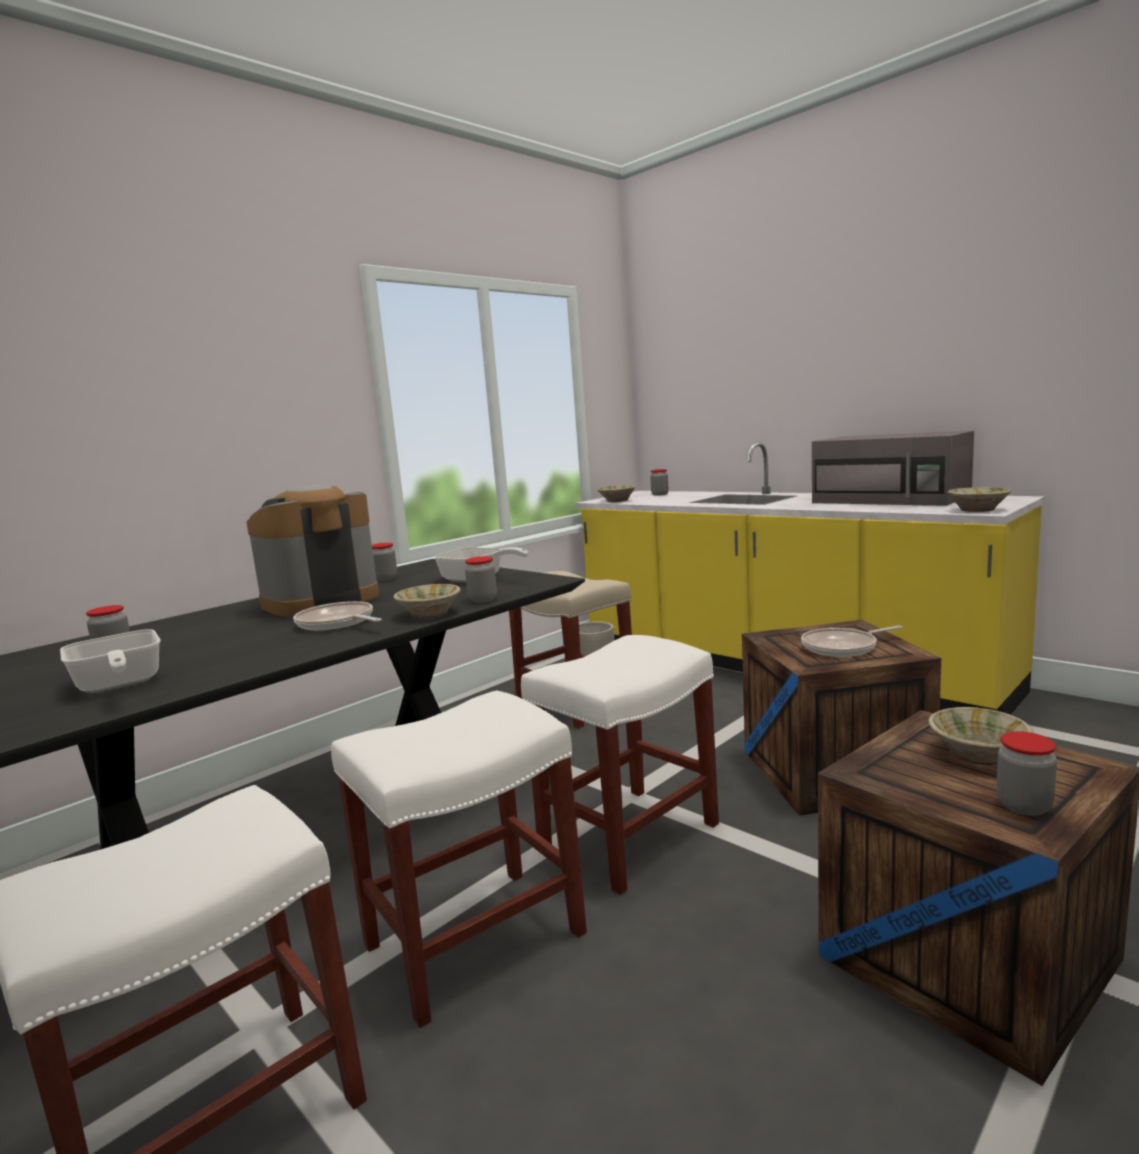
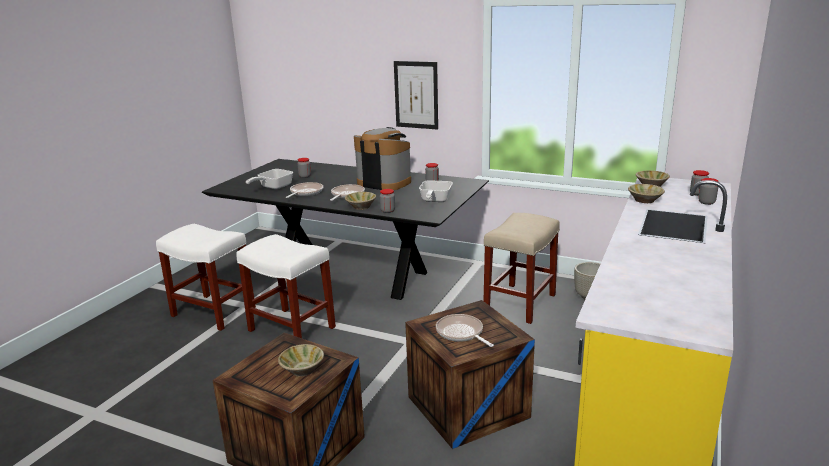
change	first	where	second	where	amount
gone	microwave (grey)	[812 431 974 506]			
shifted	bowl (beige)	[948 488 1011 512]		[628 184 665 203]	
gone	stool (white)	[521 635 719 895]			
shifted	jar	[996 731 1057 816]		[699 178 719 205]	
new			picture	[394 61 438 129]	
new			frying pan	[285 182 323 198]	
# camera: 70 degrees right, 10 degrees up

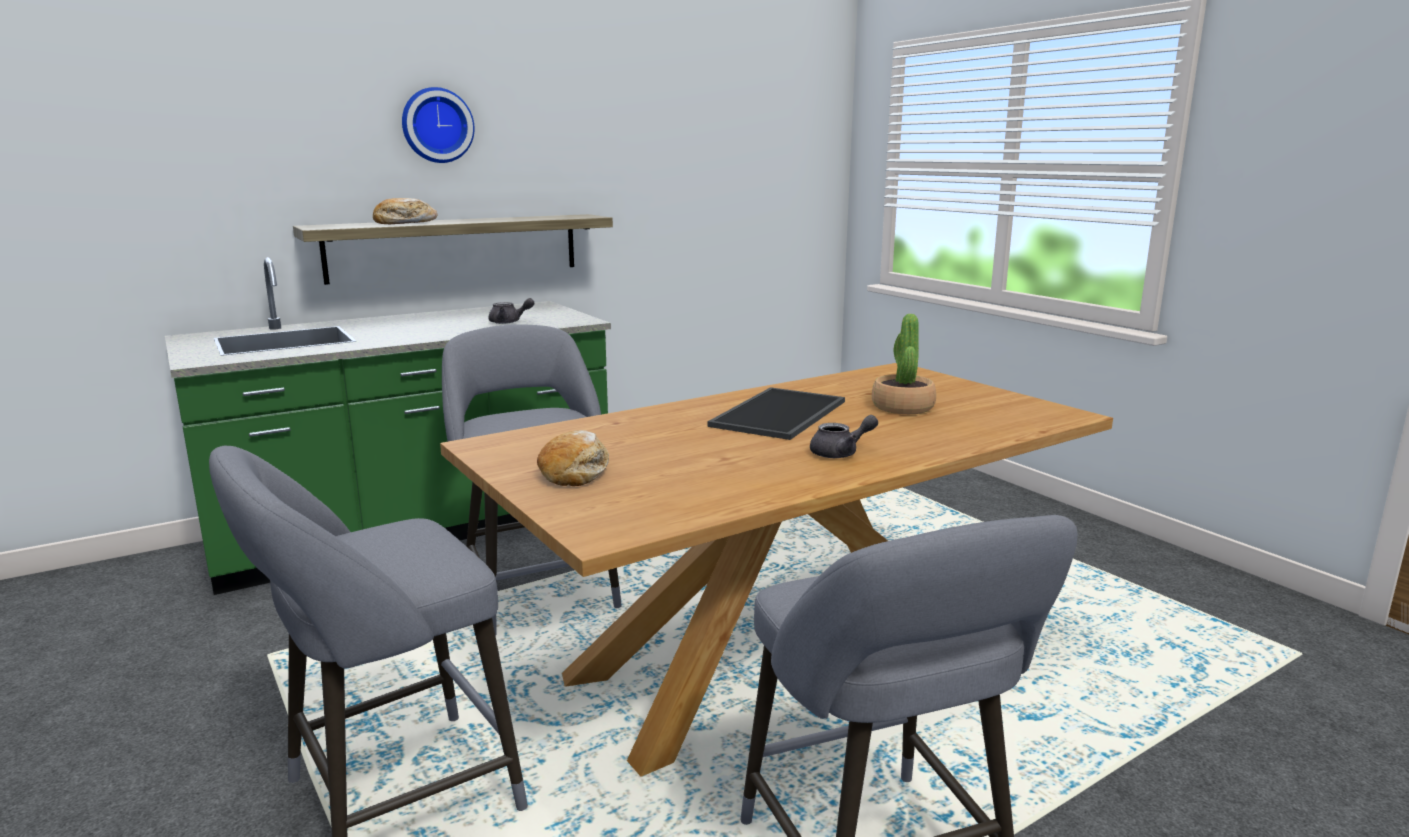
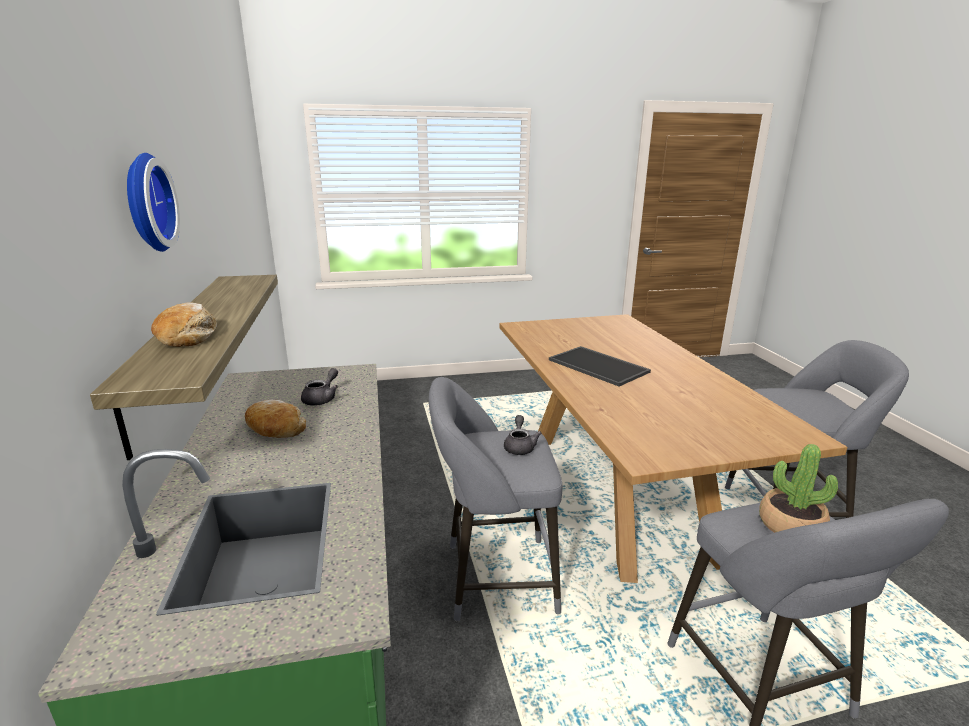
change	first	where	second	where	amount
shifted	potted plant	[872 314 936 414]		[759 444 838 533]	
shifted	teapot (grey)	[810 415 878 458]		[504 415 542 455]	
shifted	bread	[537 430 609 486]		[245 399 306 438]	
# camera: 70 degrees left, 5 degrees up

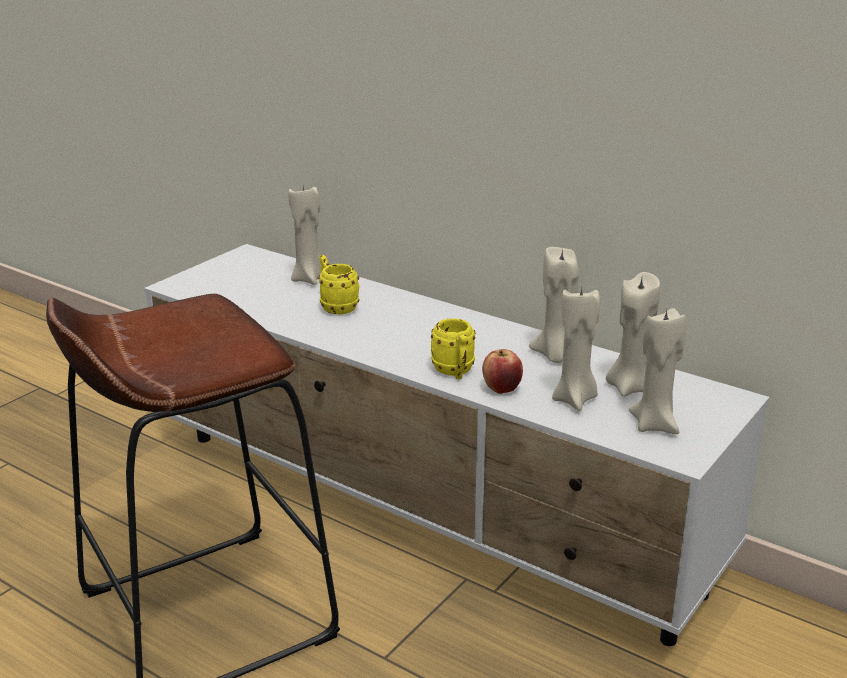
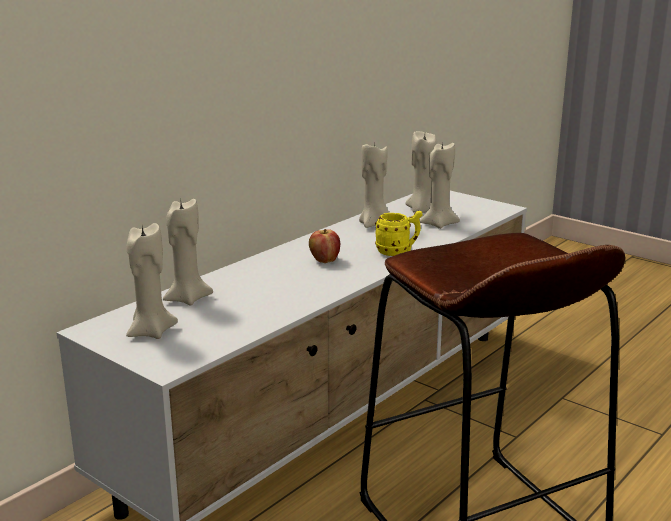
change	first	where	second	where	amount
gone	mug (yellow)	[318 255 359 314]			
shifted	candle (beige)	[629 308 686 434]		[126 223 178 339]	
shifted	apple	[482 349 523 394]		[309 229 340 263]	
# camera: 85 degrees left, 5 degrees down

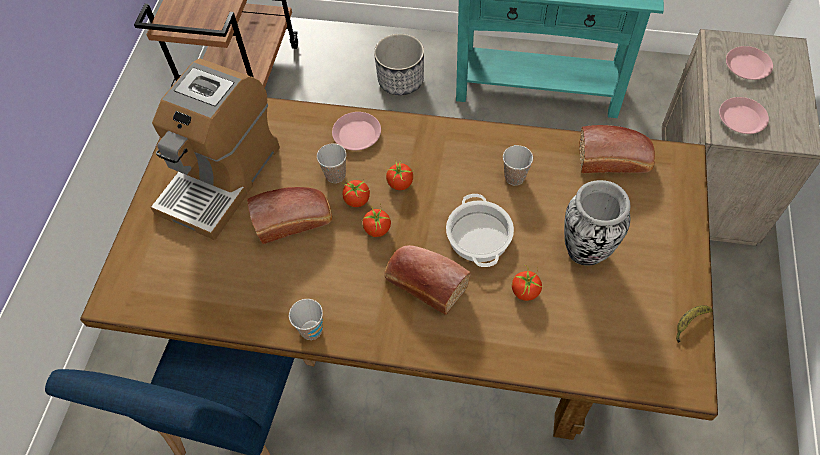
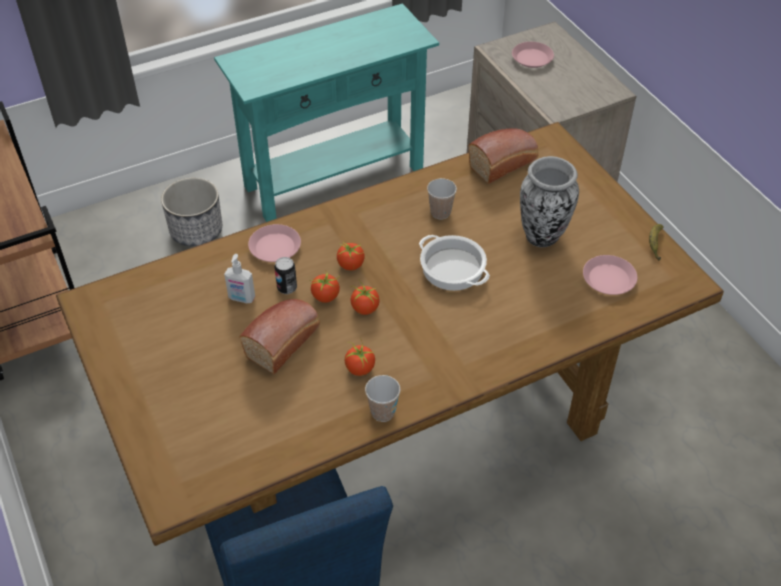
change	first	where	second	where	amount
gone	coffee machine	[150 59 280 240]			
shifted	plate (pink)	[719 97 769 134]		[583 255 637 295]	
swapped	cup	[317 143 347 183]	can	[275 257 297 294]	
gone	bread	[385 245 471 315]			
shifted	tomato	[512 265 542 301]		[345 340 375 376]	
new			soap dispenser	[224 254 255 303]	
# camera: 40 degrees left, 10 degrees down

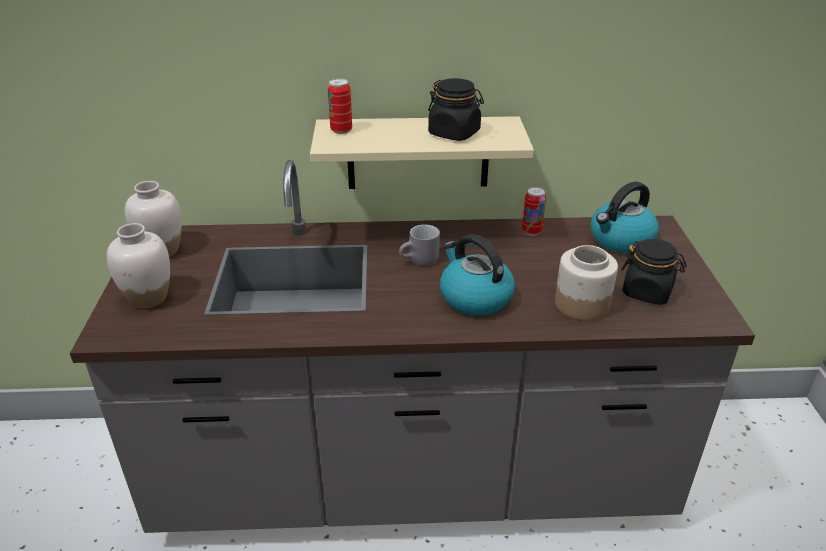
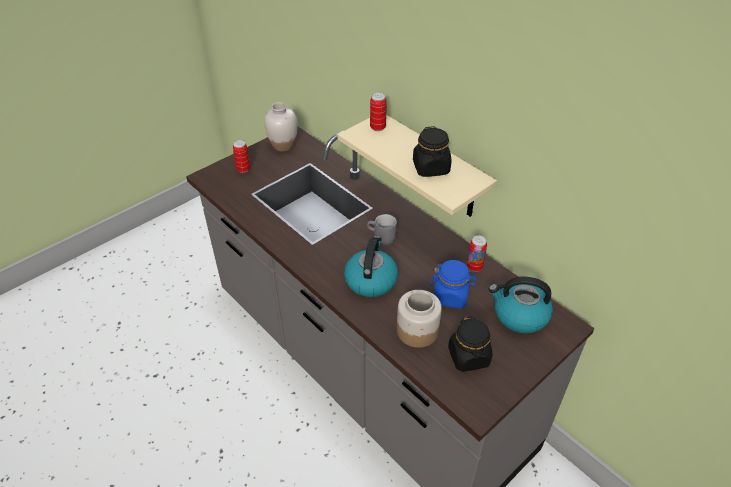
change	first	where	second	where	amount
swapped	vase (white)	[107 223 170 309]	can	[233 140 250 173]	
new			jar (blue)	[430 260 477 309]	
# camera: 50 degrees right, 10 degrees up

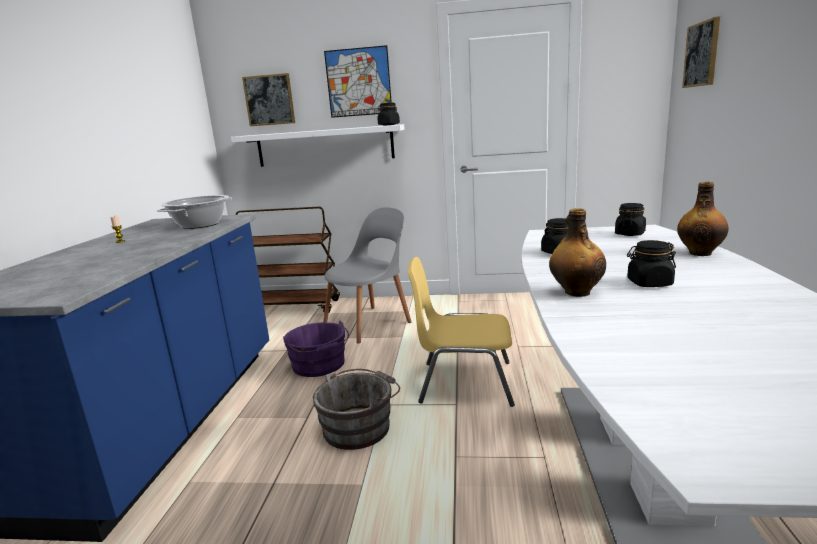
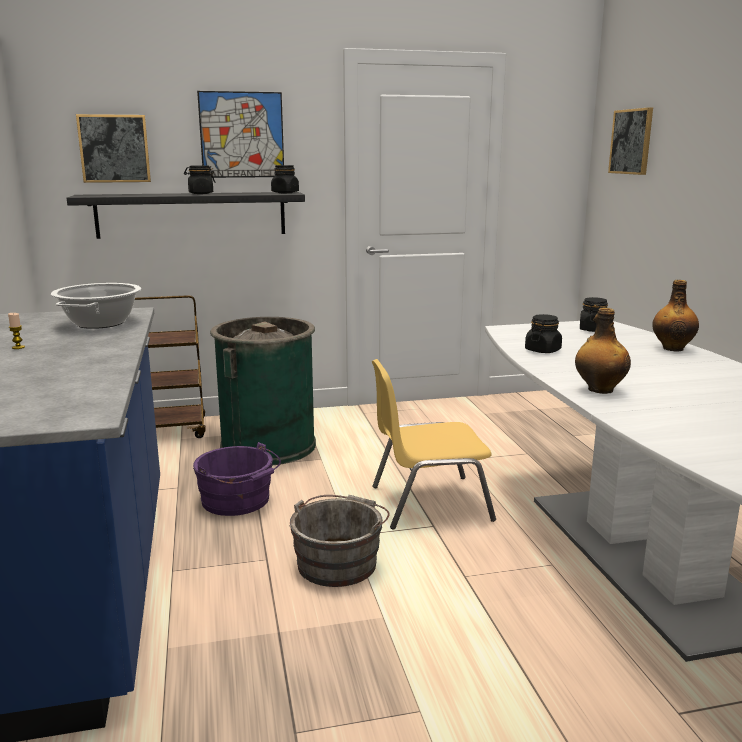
change	first	where	second	where	amount
repainted	shelf (white)	[231 124 405 167]	shelf (black)	[67 192 305 239]	
swapped	chair (grey)	[323 207 412 344]	trash can (green)	[210 317 316 465]	
shifted	jar (black)	[627 240 676 287]		[184 165 216 194]	
# camera: 20 degrees left, 0 degrees up

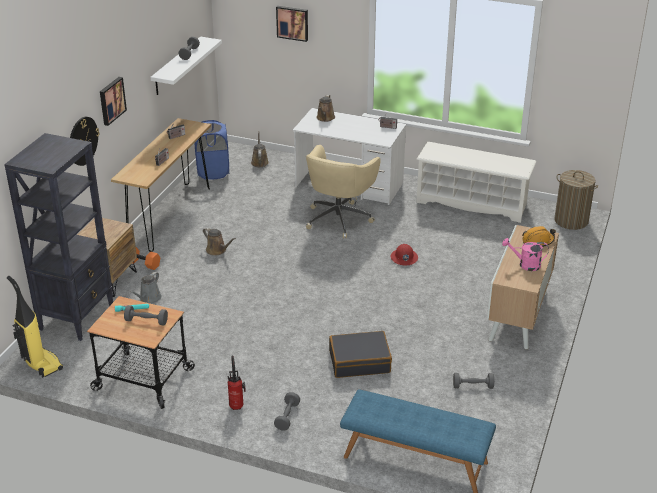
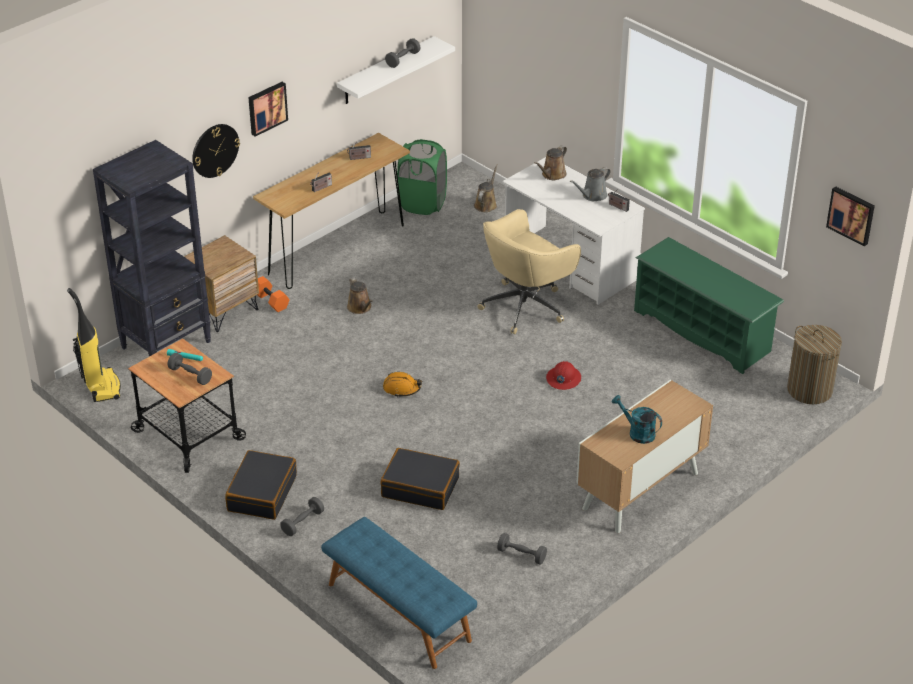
change	first	where	second	where	amount
shifted	picture	[276 6 308 42]		[826 187 875 246]	
repainted	laundry basket (blue)	[194 120 229 180]	laundry basket (green)	[397 139 447 215]	
repainted	shoe rack (white)	[416 142 537 223]	shoe rack (green)	[634 237 784 374]	
shifted	hard hat (orange)	[522 226 556 247]		[383 372 422 397]	
repainted	watering can (pink)	[502 238 549 271]	watering can (turquoise)	[612 395 662 444]	
shifted	watering can (grey)	[130 272 162 304]		[570 167 611 201]	
swapped	fire extinguisher	[228 355 246 410]	suitcase (black)	[225 450 297 520]	
# camera: 25 degrees right, 5 degrees up

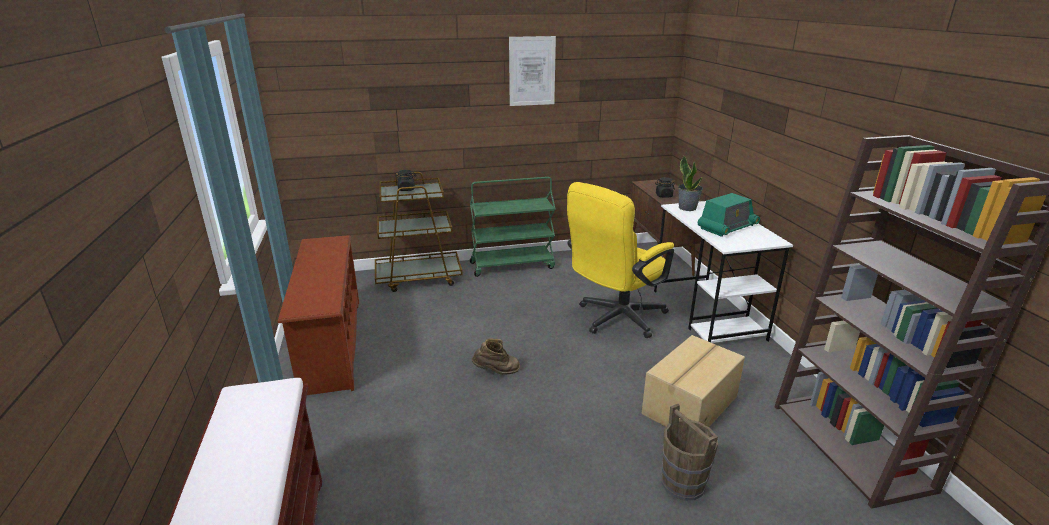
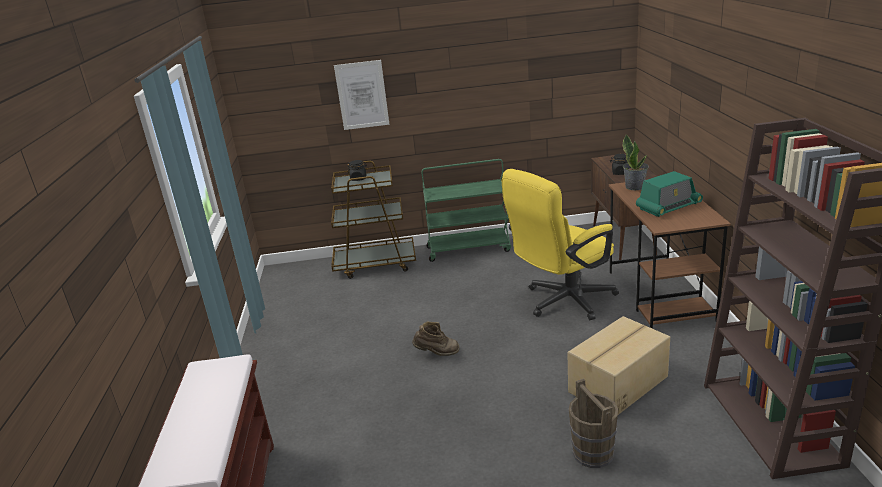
change	first	where	second	where	amount
shifted	picture	[509 36 556 106]		[334 60 390 130]	
repainted	desk (white)	[654 201 793 343]	desk (brown)	[609 179 731 329]	
gone	shoe rack (brown)	[278 235 359 395]			
# camera: 10 degrees right, 0 degrees up

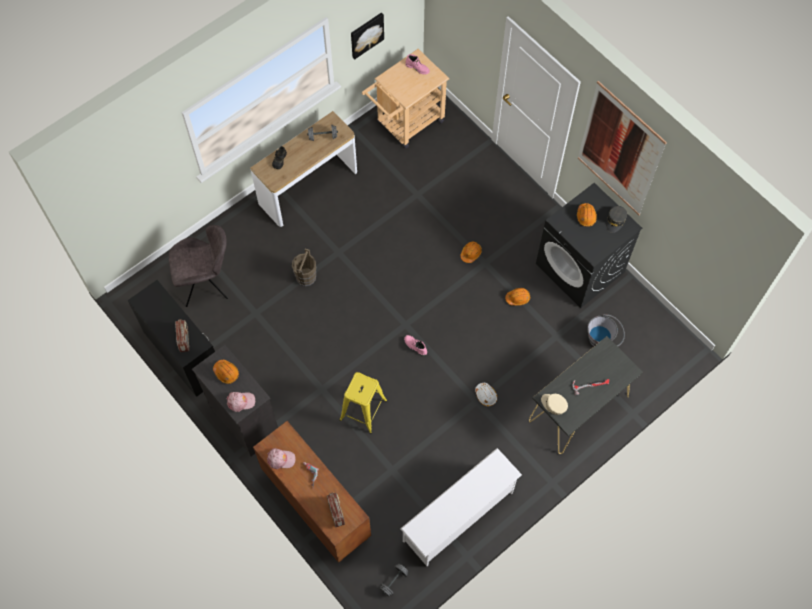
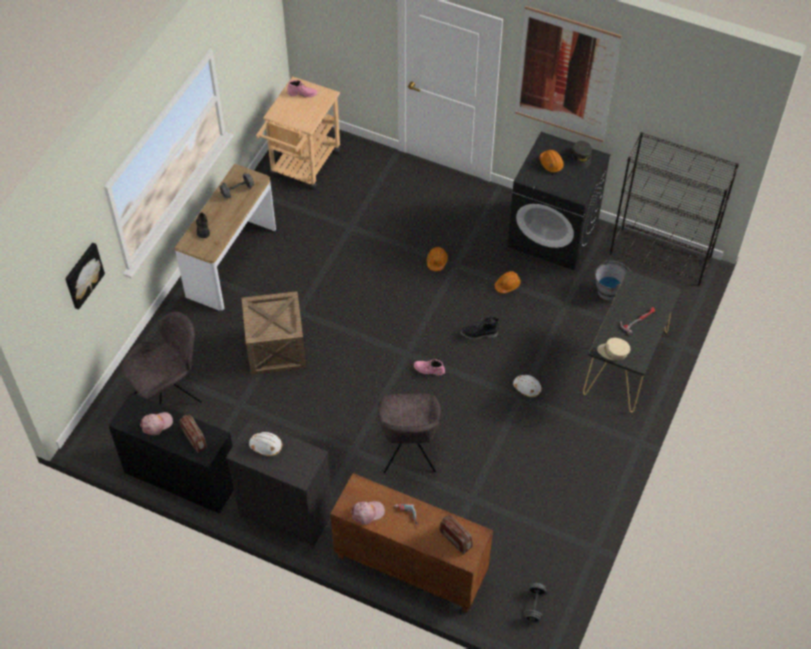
change	first	where	second	where	amount
shifted	picture	[351 13 384 59]		[65 242 105 310]	
swapped	bucket (brown)	[292 249 316 286]	crate	[242 291 306 375]	
repainted	hard hat (orange)	[213 360 239 384]	hard hat (white)	[249 432 282 456]	
swapped	stool (yellow)	[339 372 387 434]	chair (grey)	[378 393 441 473]	
shifted	cap (pink)	[226 392 255 412]		[140 412 173 436]	
gone	shoe rack (white)	[400 448 522 566]			
new			bookcase (black)	[610 132 739 285]	
new			boot (black)	[461 317 499 340]	
# camera: 25 degrees left, 10 degrees down

